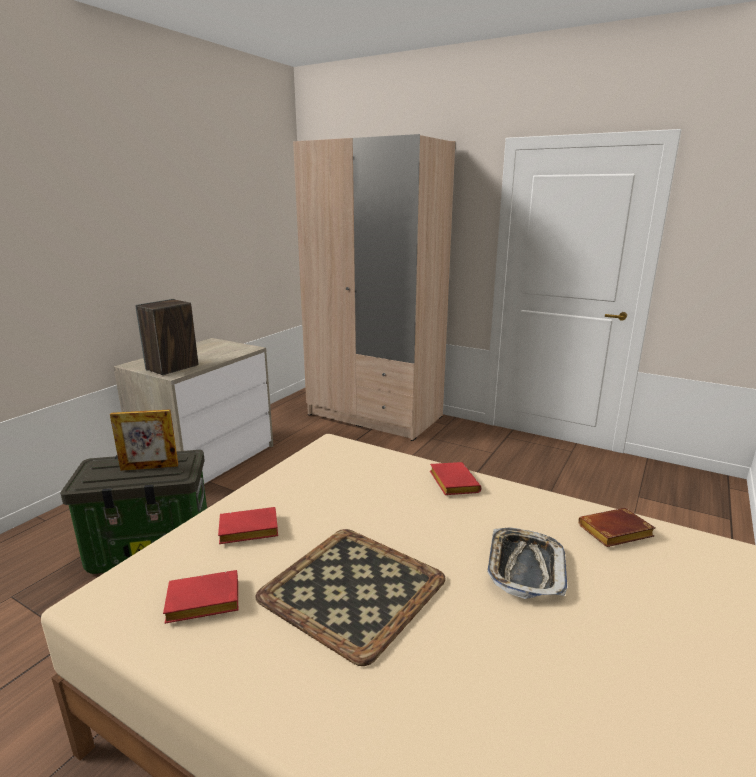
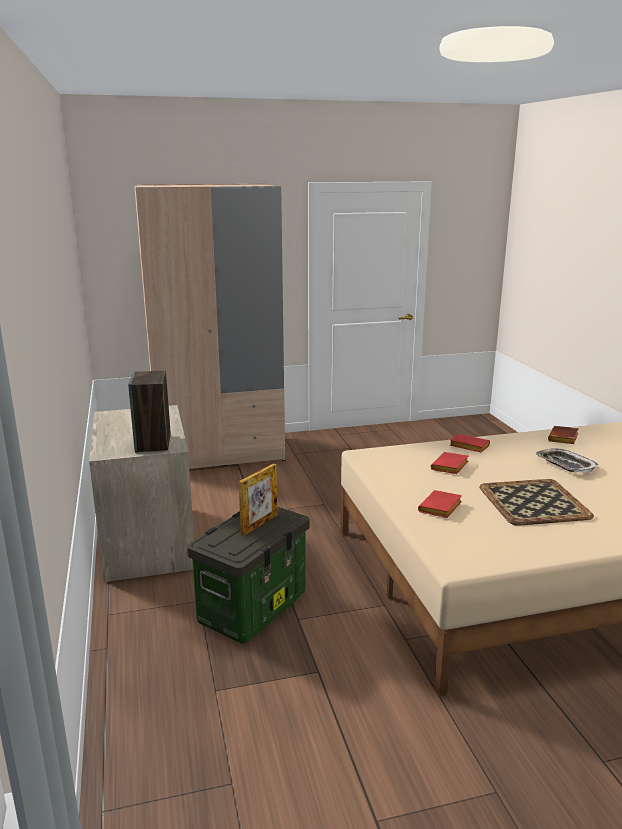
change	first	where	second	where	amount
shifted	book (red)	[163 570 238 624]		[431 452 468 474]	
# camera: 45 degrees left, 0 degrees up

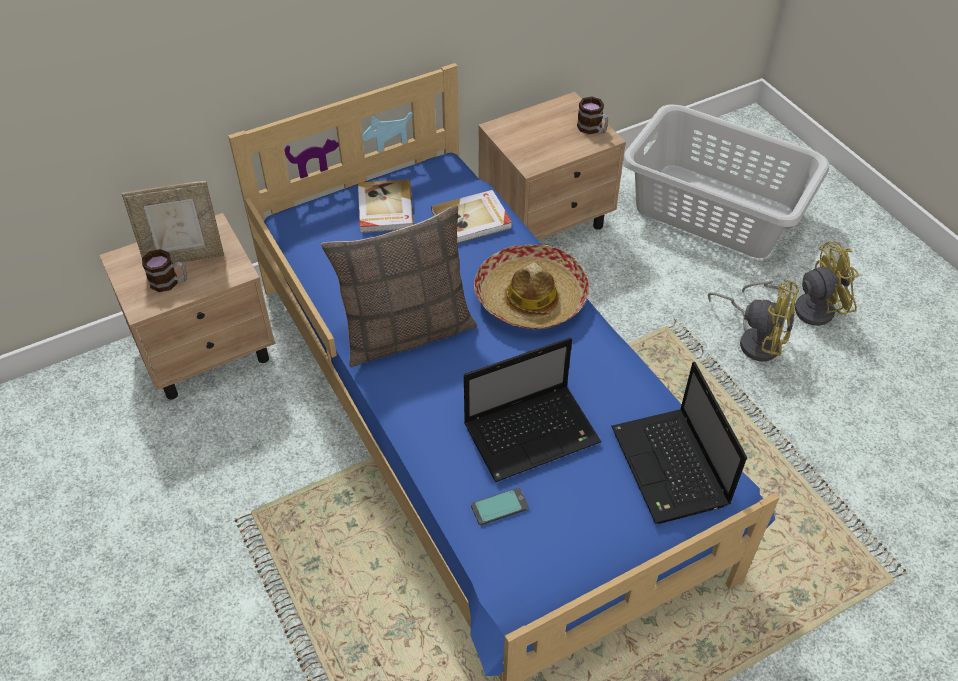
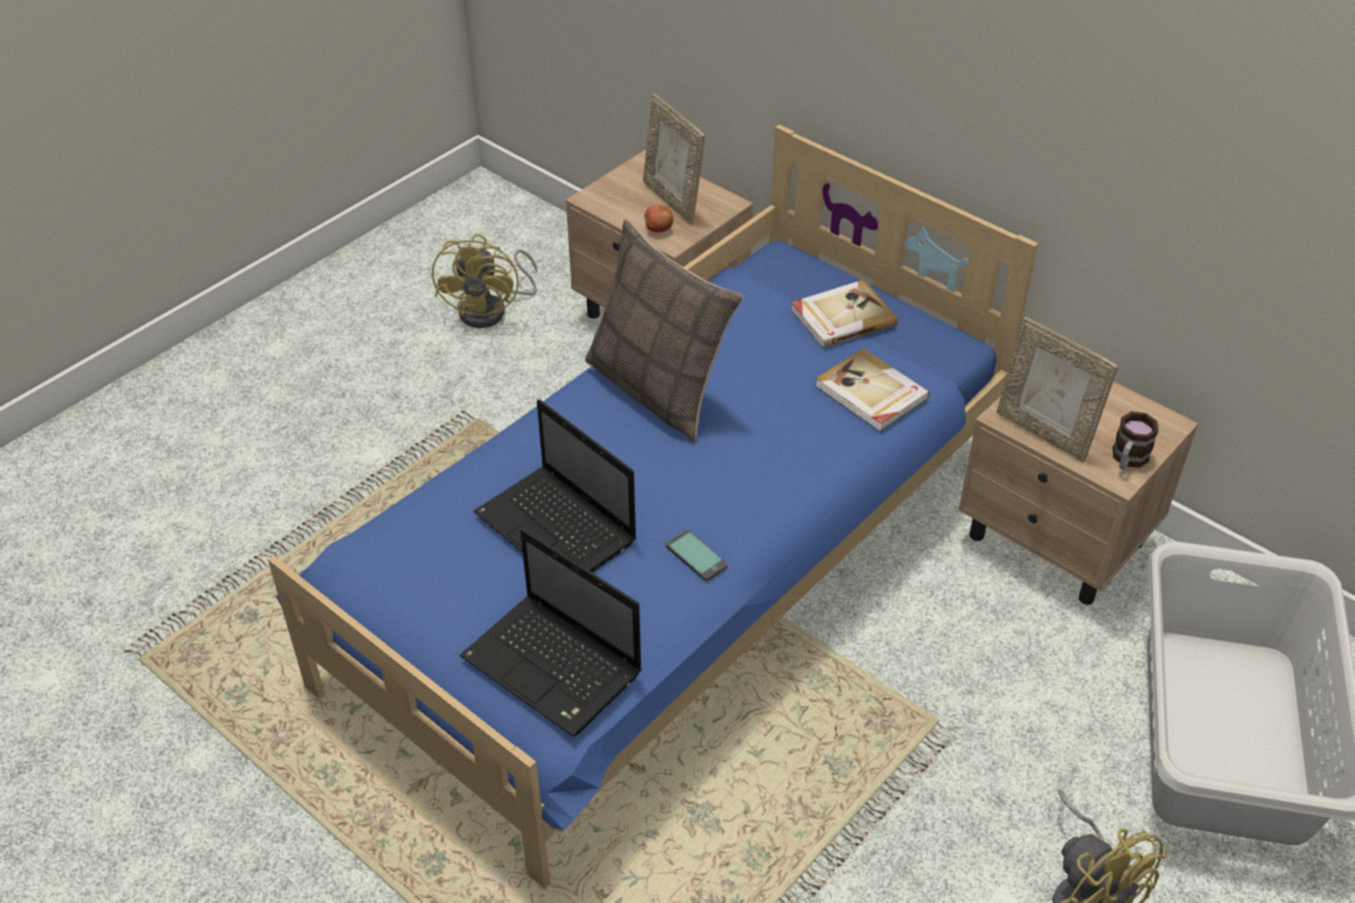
change	first	where	second	where	amount
gone	hat	[474 244 589 329]			
gone	mug	[142 249 187 292]			
shifted	fan (yellow)	[708 280 799 361]		[432 234 537 328]	
rotated	laptop	[611 362 747 524]		[460 529 642 737]	105 degrees counterclockwise
shifted	phone	[471 488 529 525]		[666 530 728 581]	
new			apple	[644 205 673 232]	
new			picture frame	[997 317 1118 462]	
# camera: 70 degrees right, 5 degrees down

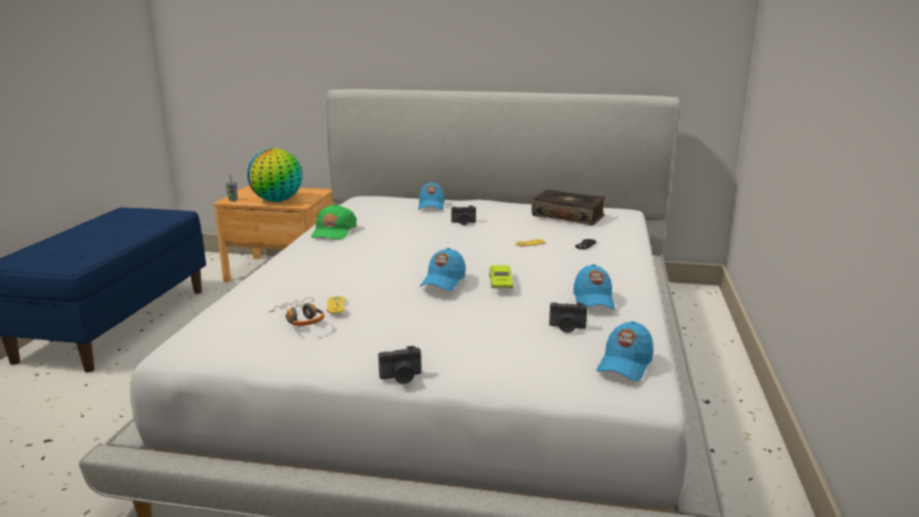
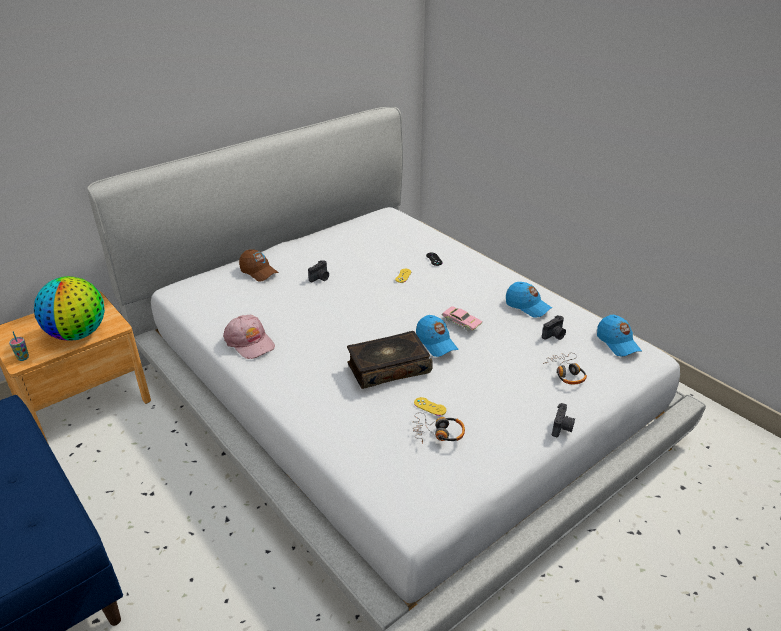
change	first	where	second	where	amount
repainted	cap (blue)	[418 182 444 210]	cap (brown)	[239 249 279 282]	
shifted	book	[532 190 605 225]		[347 331 433 389]	
repainted	cap (green)	[311 204 357 239]	cap (pink)	[223 315 275 359]	
repainted	toy car (green)	[489 266 513 288]	toy car (pink)	[442 306 483 331]	
new			headphones	[543 353 587 384]	
# camera: 50 degrees left, 15 degrees up

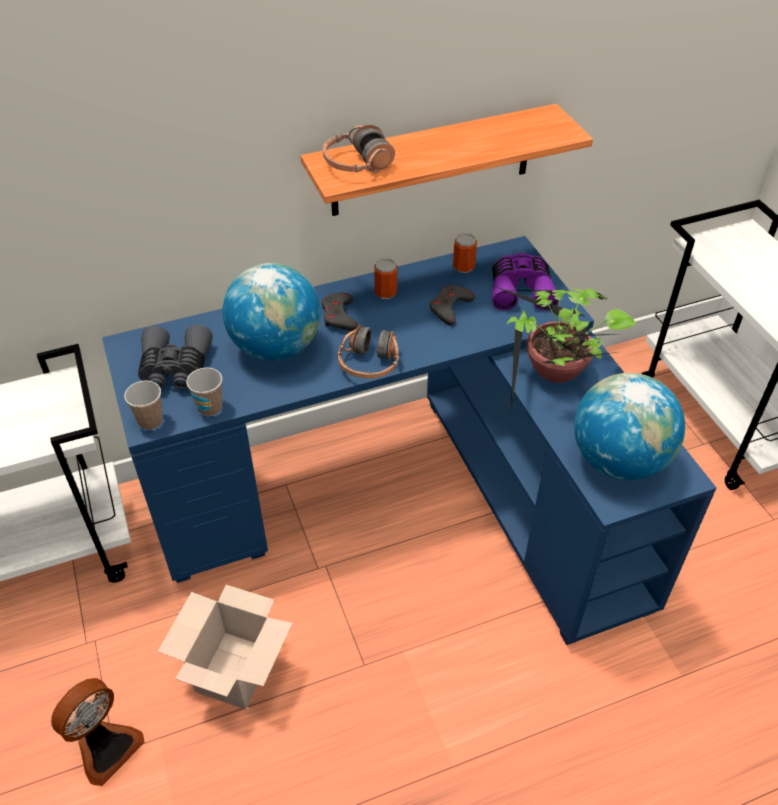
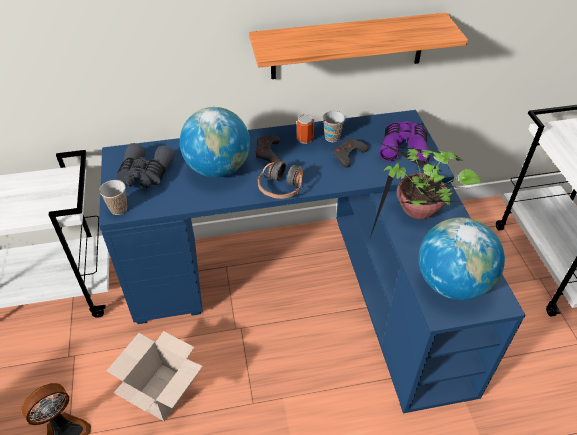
change	first	where	second	where	amount
gone	headphones	[323 125 395 173]			
gone	can	[453 233 477 273]			
shifted	cup	[186 368 222 416]		[323 111 345 142]	
# camera: 10 degrees right, 0 degrees up

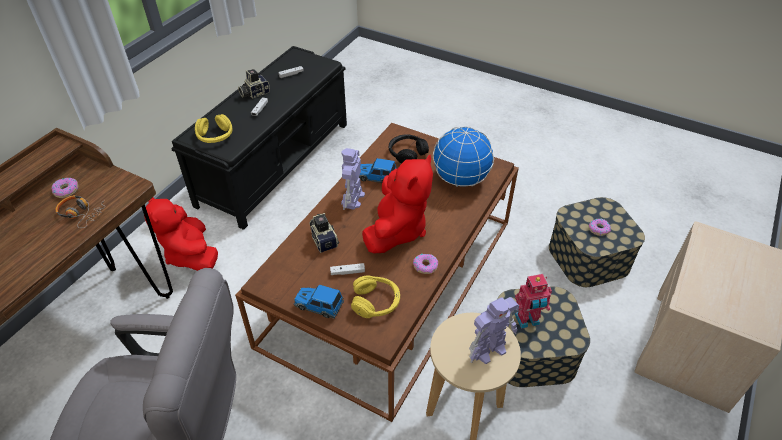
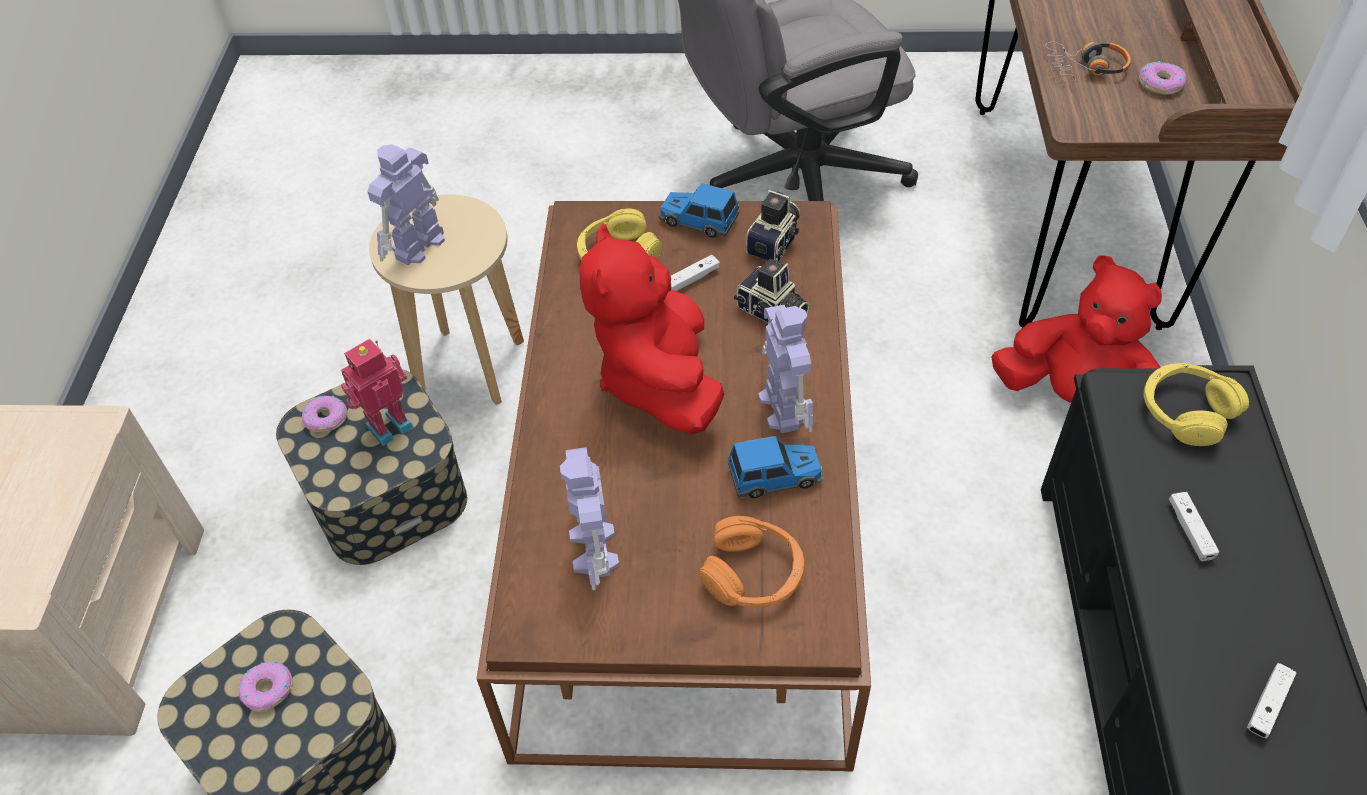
change	first	where	second	where	amount
shifted	photo camera	[238 69 270 99]		[746 190 800 262]	
swapped	globe	[433 127 494 187]	toy robot	[560 447 619 590]	
repainted	headphones (black)	[389 134 429 164]	headphones (orange)	[699 516 804 607]	
shifted	donut	[413 254 438 274]		[302 396 347 432]	
rotated	toy car	[294 284 344 319]		[659 183 739 238]	150 degrees counterclockwise
# camera: 155 degrees right, 5 degrees up

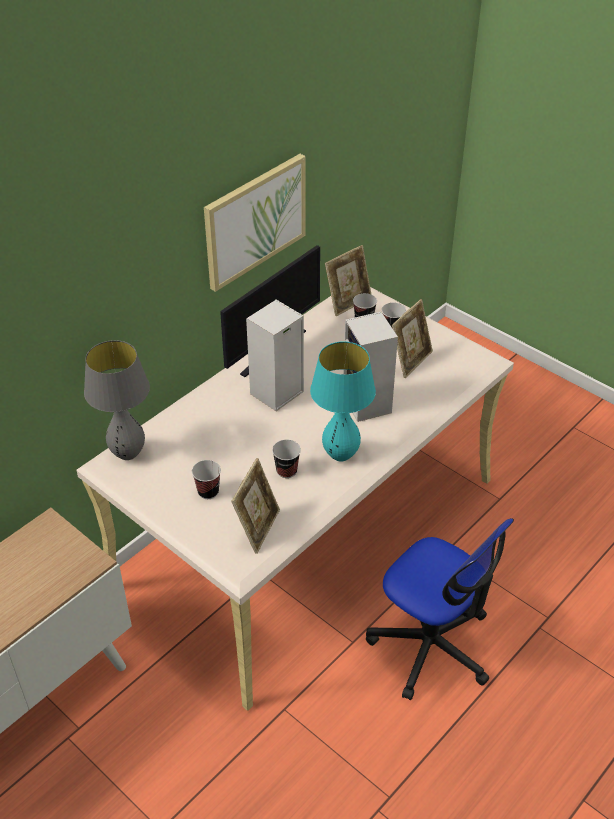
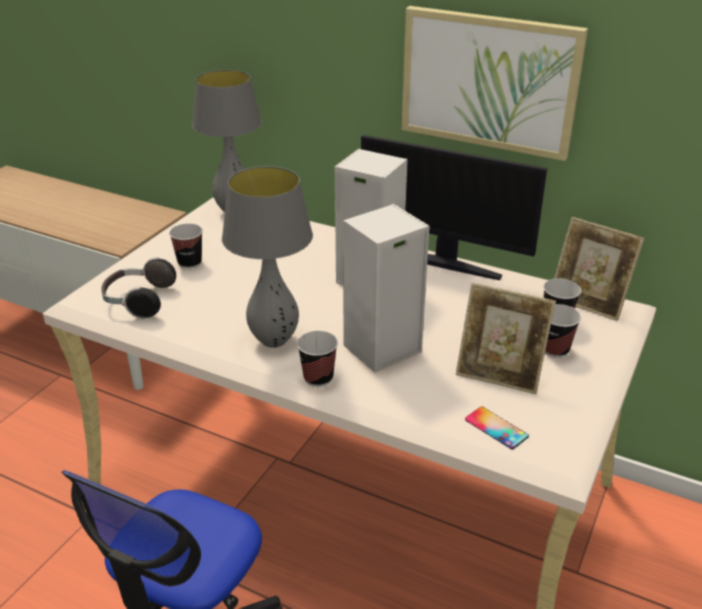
change	first	where	second	where	amount
repainted	table lamp (turquoise)	[310 341 376 462]	table lamp (grey)	[222 166 313 348]	
shifted	cup	[272 440 301 478]		[297 331 338 387]	
swapped	picture frame	[231 458 280 554]	headphones	[101 257 176 319]	
new			phone	[465 406 529 450]	
# camera: 75 degrees right, 10 degrees down

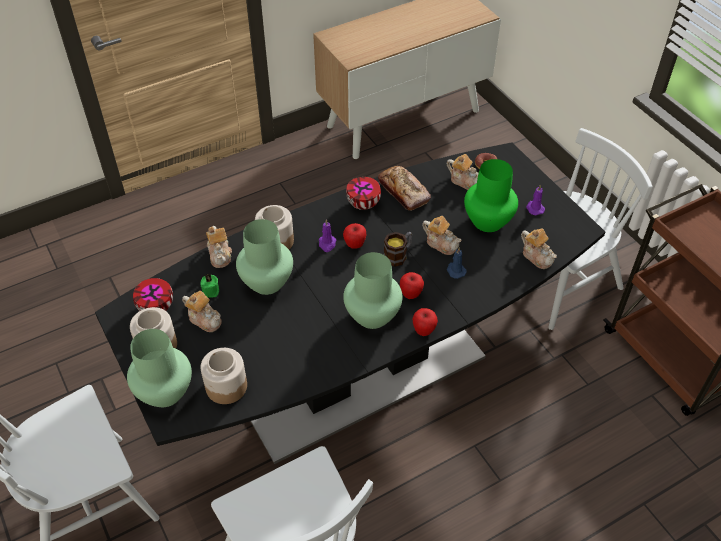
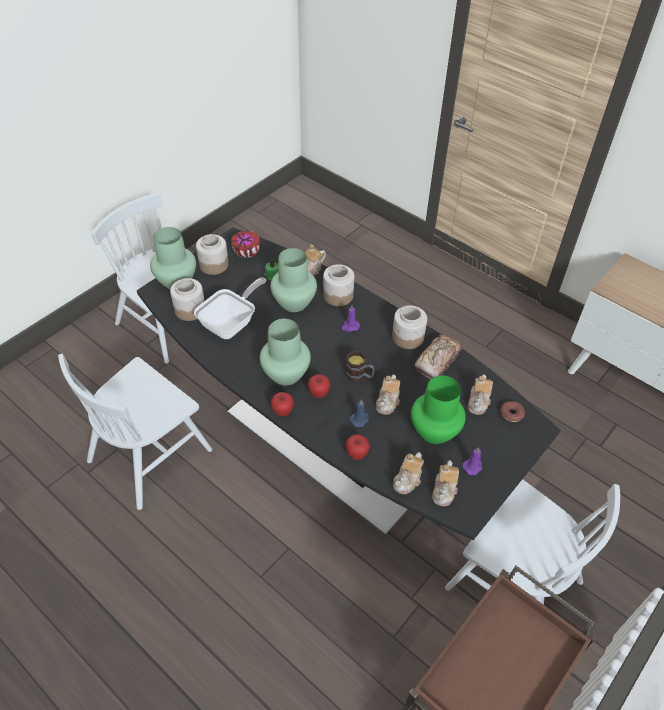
change	first	where	second	where	amount
swapped	bowl	[346 177 381 210]	jar	[392 305 427 349]	
shifted	apple	[343 223 366 249]		[345 435 370 460]	
shifted	teapot	[182 291 222 332]		[432 460 459 506]	
new			frying pan	[194 277 266 339]	
# camera: 70 degrees right, 0 degrees up

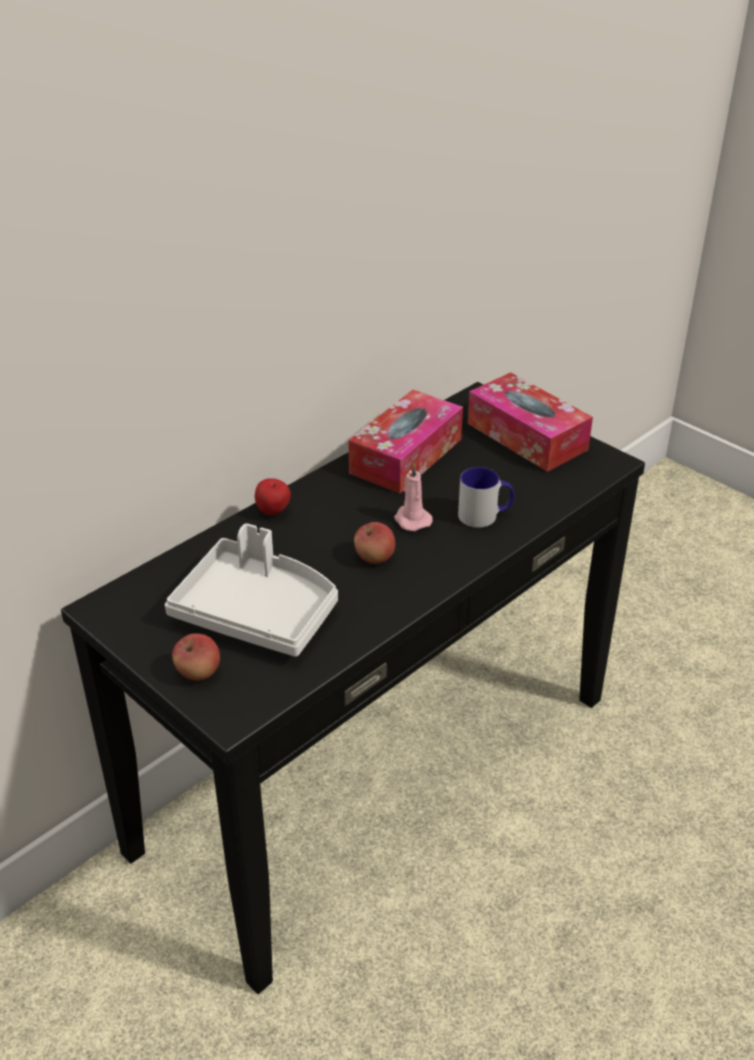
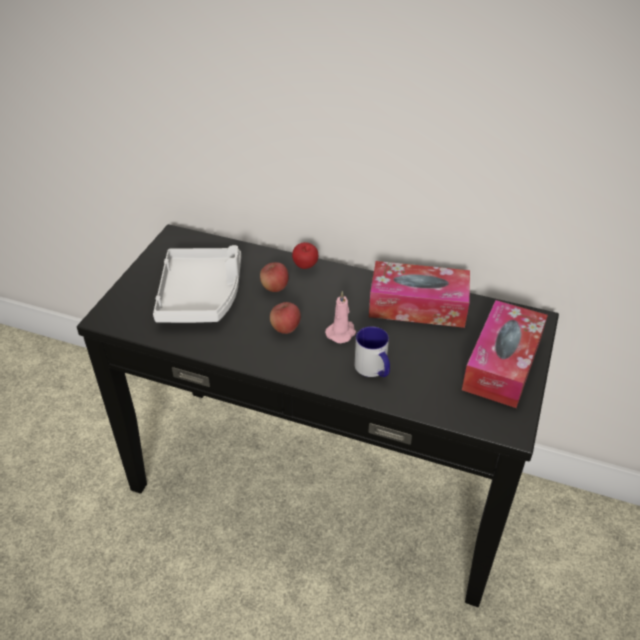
change	first	where	second	where	amount
shifted	apple	[172 633 220 681]		[260 262 289 292]	
# camera: 65 degrees right, 5 degrees up

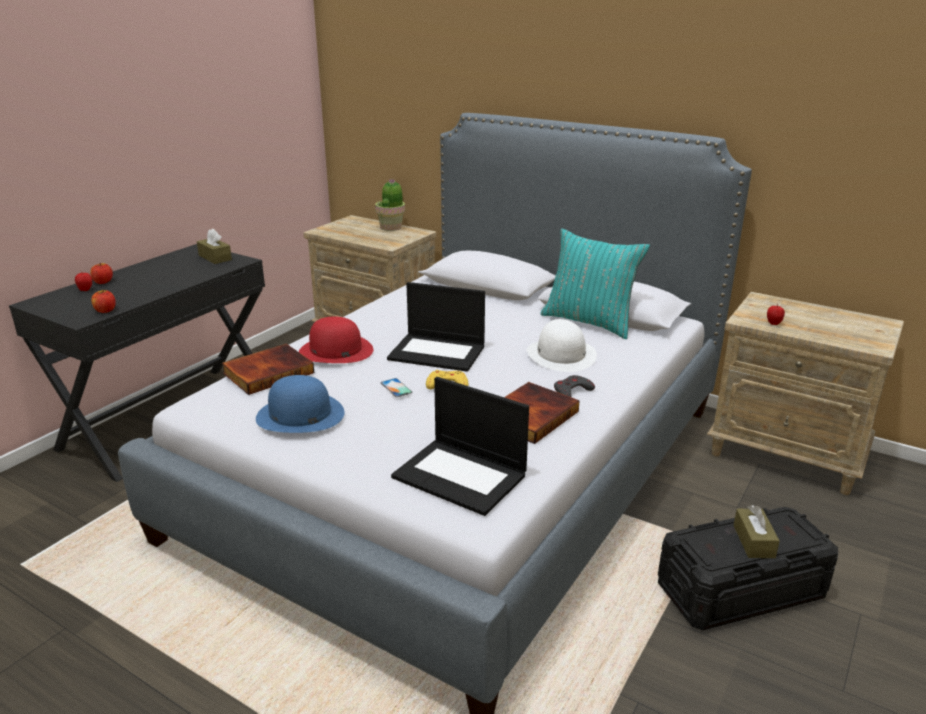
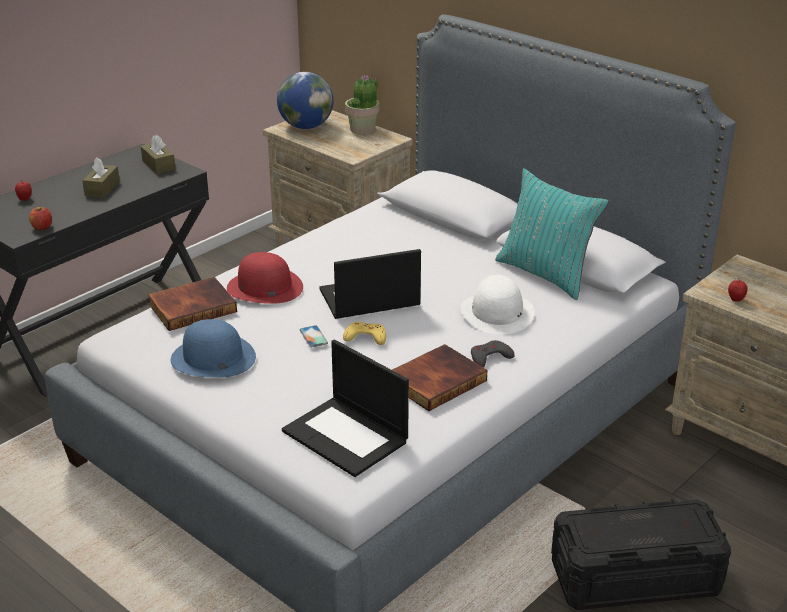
change	first	where	second	where	amount
gone	apple	[90 263 113 284]			
rotated	laptop	[387 282 485 372]		[320 249 421 319]	135 degrees clockwise
shifted	tissue box (brown)	[734 505 780 558]		[82 157 120 198]	
new			globe	[277 72 333 129]	
# camera: 10 degrees right, 5 degrees up

